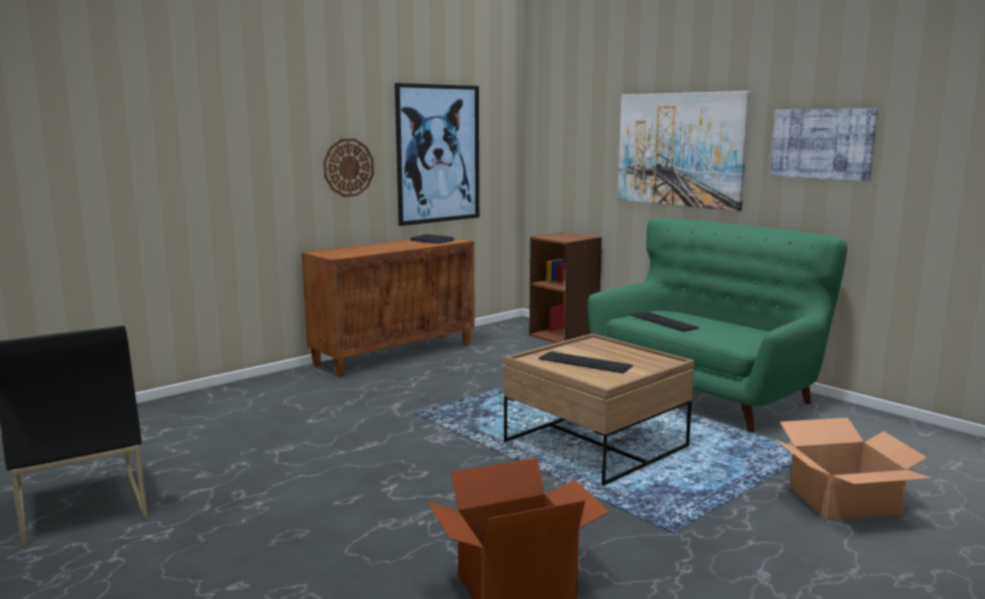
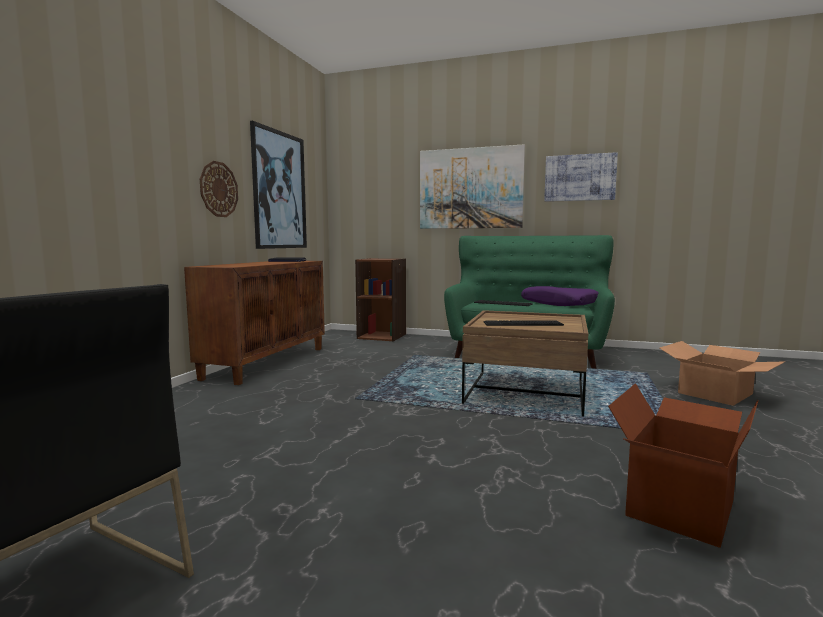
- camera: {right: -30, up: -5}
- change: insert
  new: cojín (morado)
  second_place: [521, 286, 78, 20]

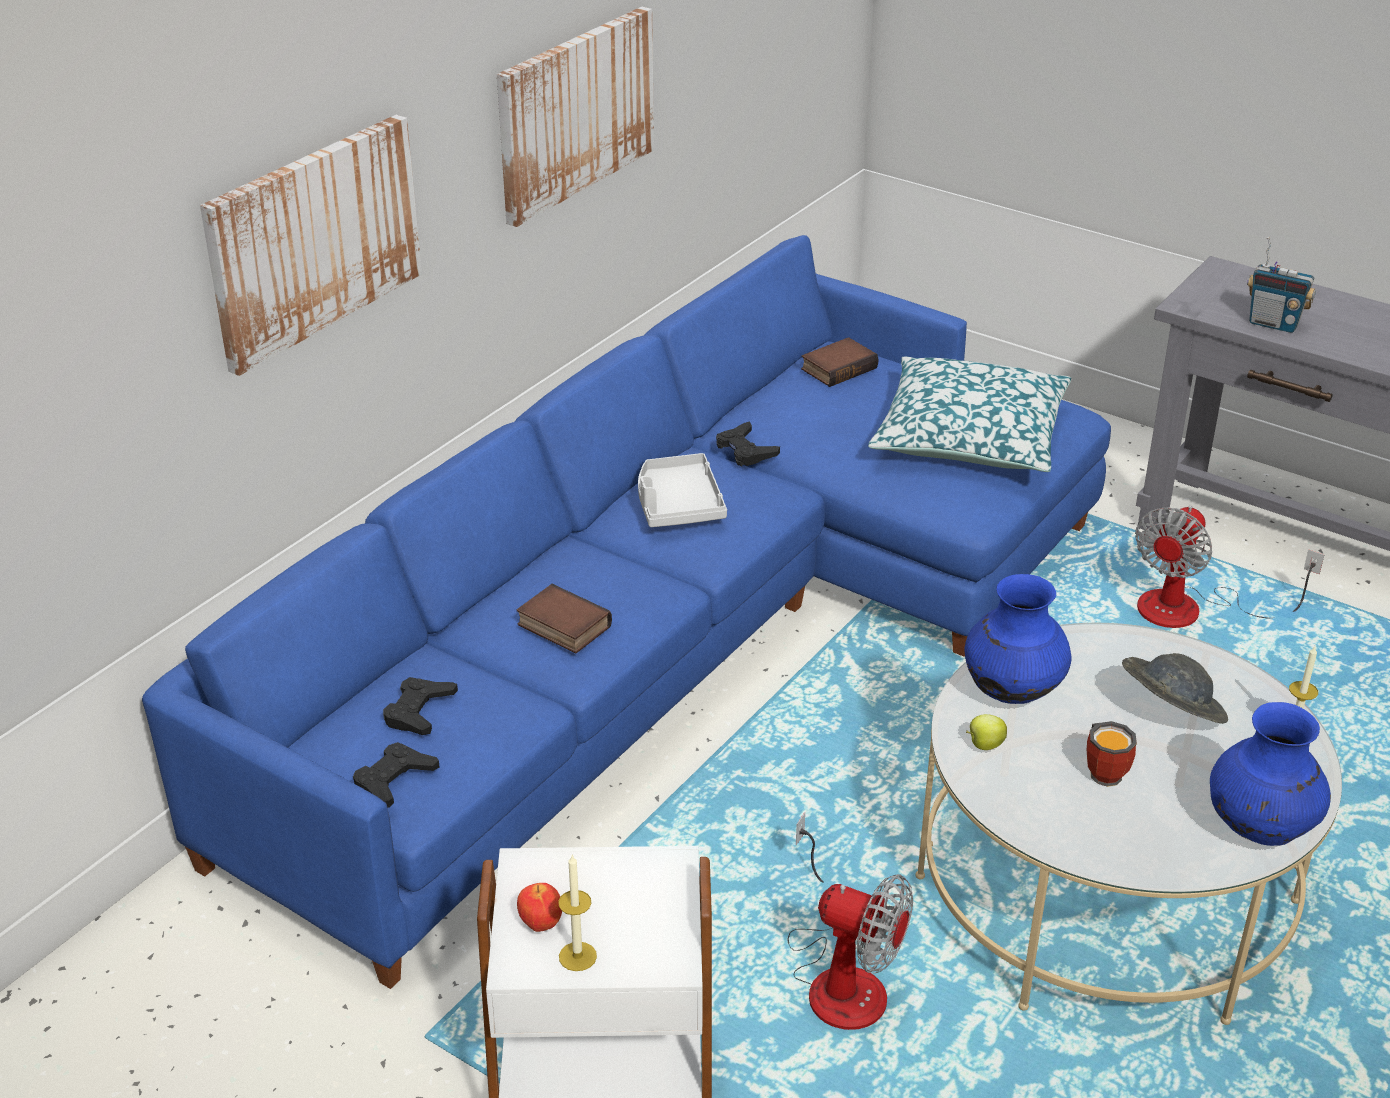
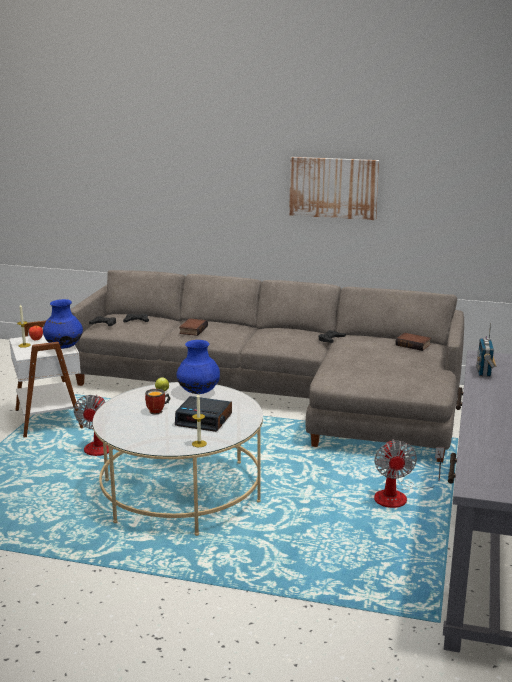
- camera: {right: 70, up: -15}
- change: delete
  old: cuadro
  first_place: [200, 115, 222, 261]
- change: delete
  old: bandeja (gris)
  first_place: [638, 453, 89, 74]
- change: delete
  old: cojín
  first_place: [868, 356, 203, 116]
- change: move
  old: florero (azul)
  first_place: [1210, 702, 121, 144]
  second_place: [43, 299, 40, 50]
- change: replace
  old: sombrero (gris)
  new: despertador
  first_place: [1122, 653, 106, 71]
  second_place: [175, 396, 57, 36]
- change: recolor
  old: sofá (azul)
  new: sofá (gris)
  first_place: [142, 235, 969, 754]
  second_place: [70, 270, 394, 192]
- change: rotate
  old: ventilador
  first_place: [1135, 505, 189, 123]
  second_place: [374, 439, 70, 69]
  degrees: -105

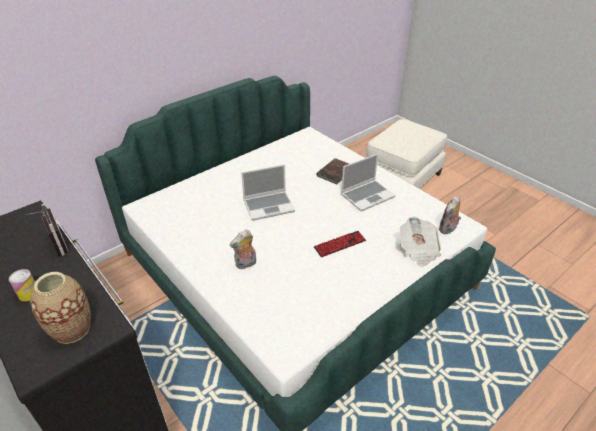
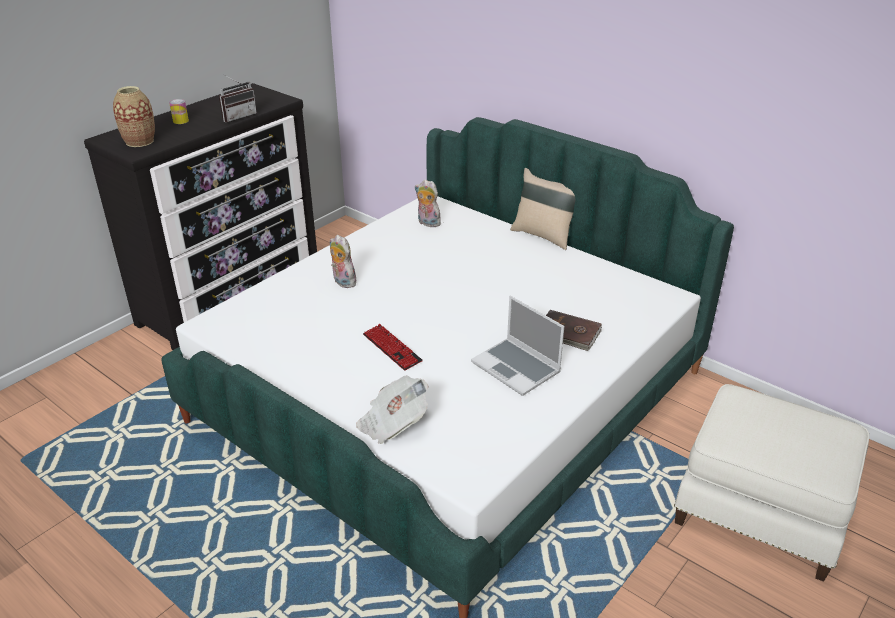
- camera: {right: 80, up: -5}
- change: delete
  old: portátil
  first_place: [241, 164, 54, 57]
- change: insert
  new: cojín (beis)
  second_place: [510, 168, 66, 82]
- change: move
  old: peluche
  first_place: [438, 196, 23, 38]
  second_place: [415, 180, 26, 47]

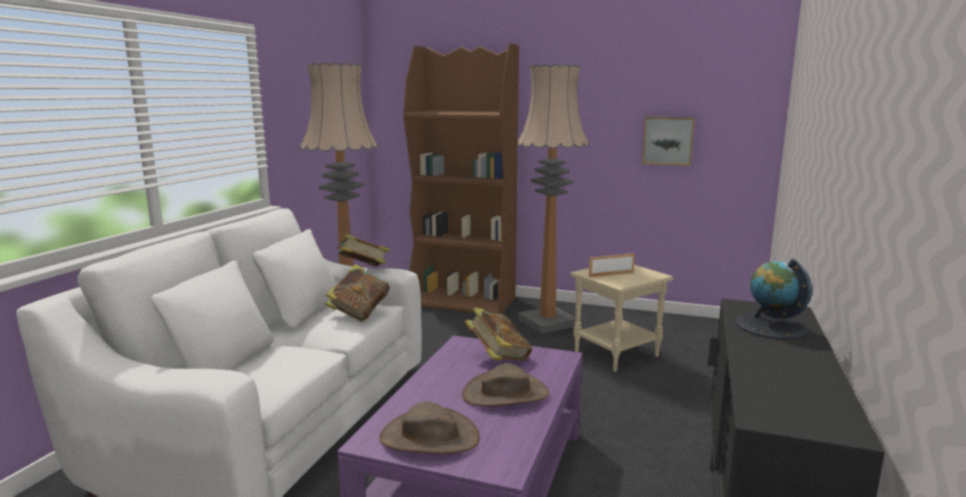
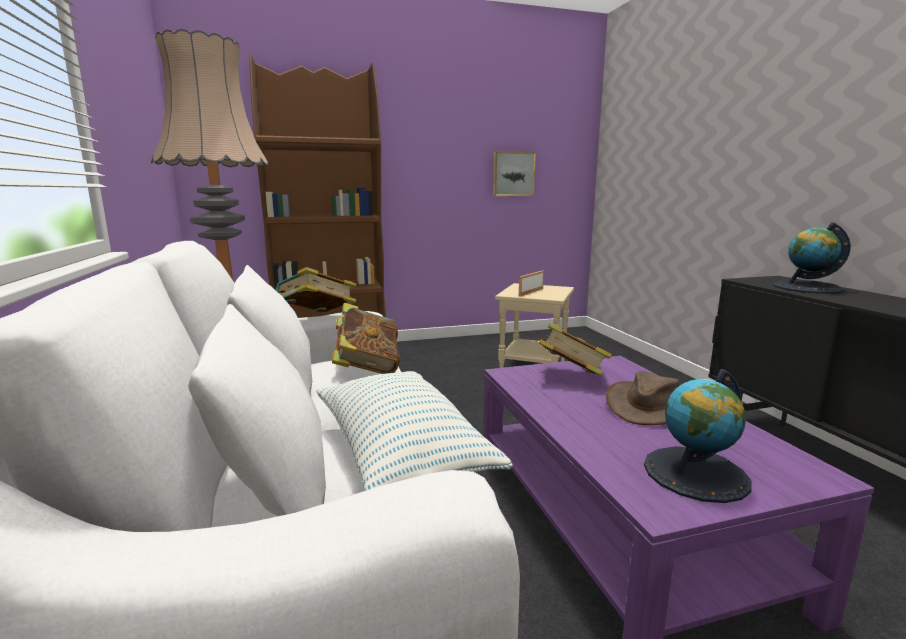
- camera: {right: -35, up: 0}
- change: delete
  old: lámpara de pie
  first_place: [516, 64, 73, 270]
- change: insert
  new: cojín
  second_place: [316, 371, 197, 120]
- change: replace
  old: sombrero (marrón)
  new: globo terráqueo
  first_place: [379, 401, 101, 53]
  second_place: [644, 369, 107, 134]

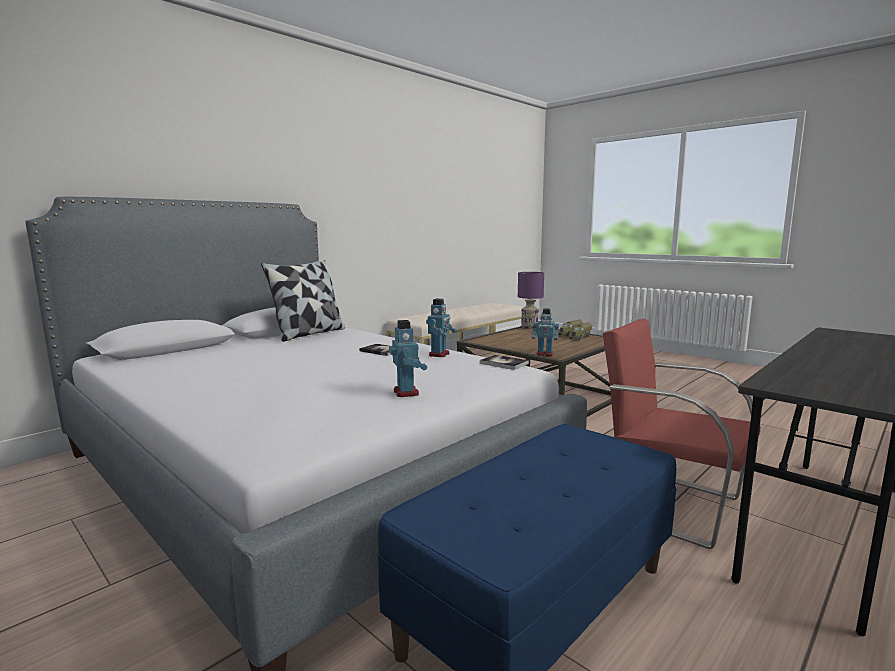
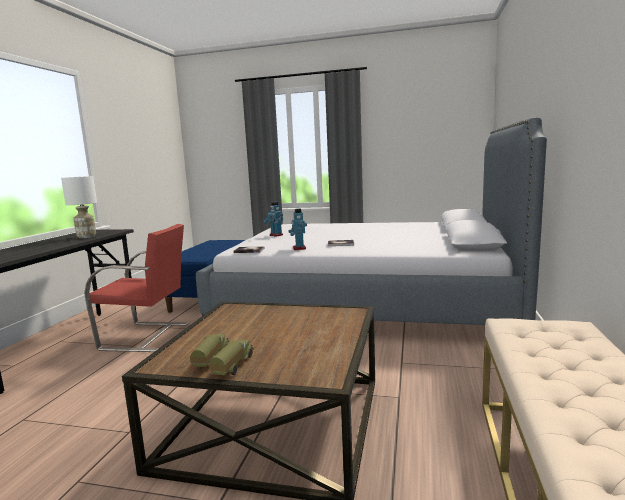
- camera: {right: 150, up: 0}
- change: delete
  old: cojín
  first_place: [261, 260, 84, 82]
- change: delete
  old: lámpara de mesa (morado)
  first_place: [518, 272, 26, 57]
- change: delete
  old: robot de juguete
  first_place: [532, 308, 27, 48]
- change: insert
  new: lámpara de mesa (blanco)
  second_place: [61, 176, 36, 62]

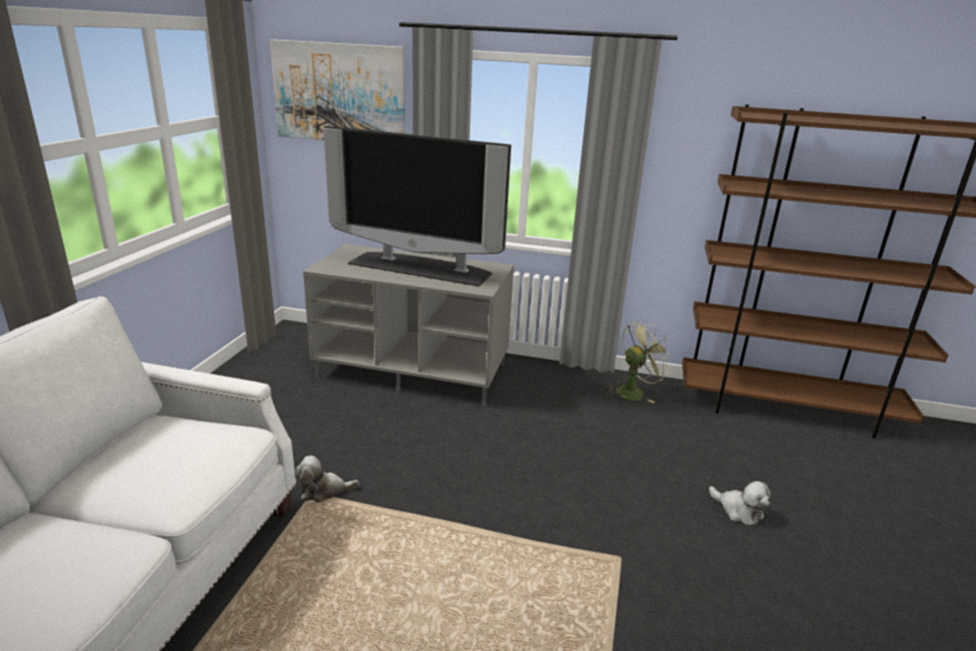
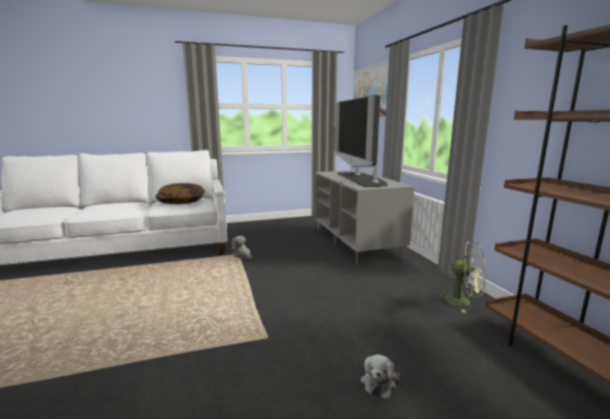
- camera: {right: 60, up: -10}
- change: insert
  new: cojín
  second_place: [155, 183, 50, 21]

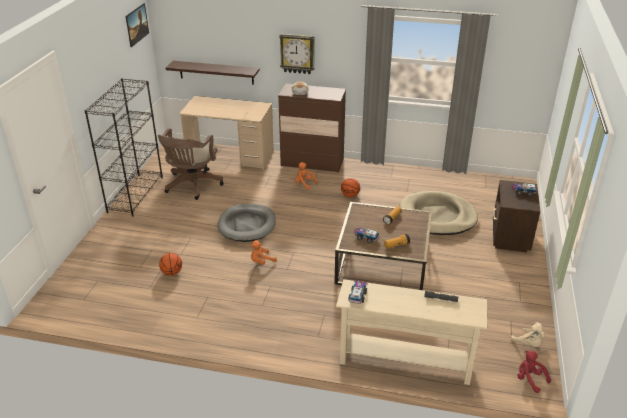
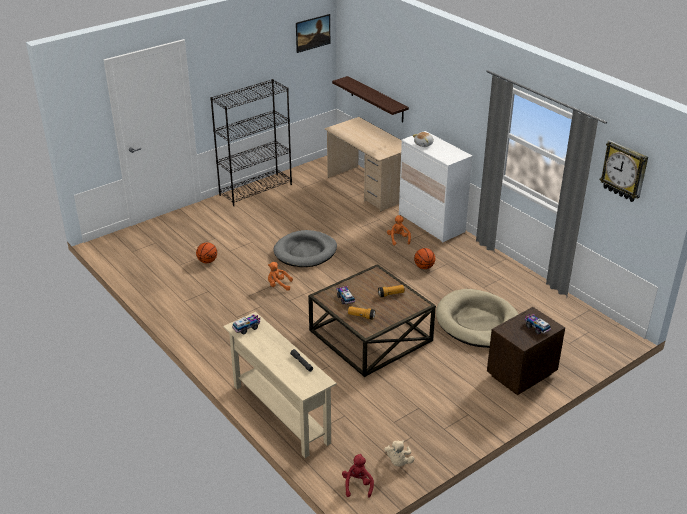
- camera: {right: 40, up: 0}
- change: delete
  old: silla de oficina (marrón)
  first_place: [158, 128, 66, 72]
- change: move
  old: reloj de pared
  first_place: [279, 33, 36, 41]
  second_place: [600, 140, 48, 62]
- change: recolor
  old: cómoda (marrón)
  new: cómoda (blanco)
  first_place: [278, 84, 68, 89]
  second_place: [399, 131, 74, 112]

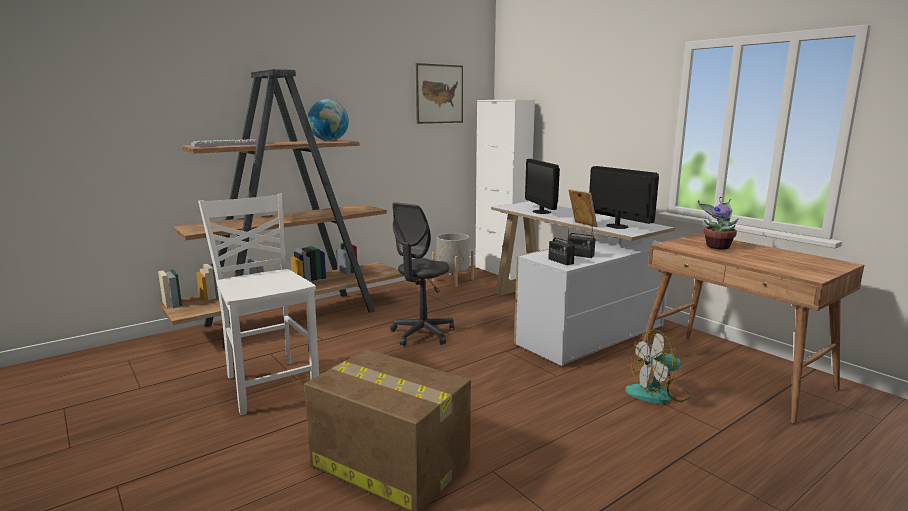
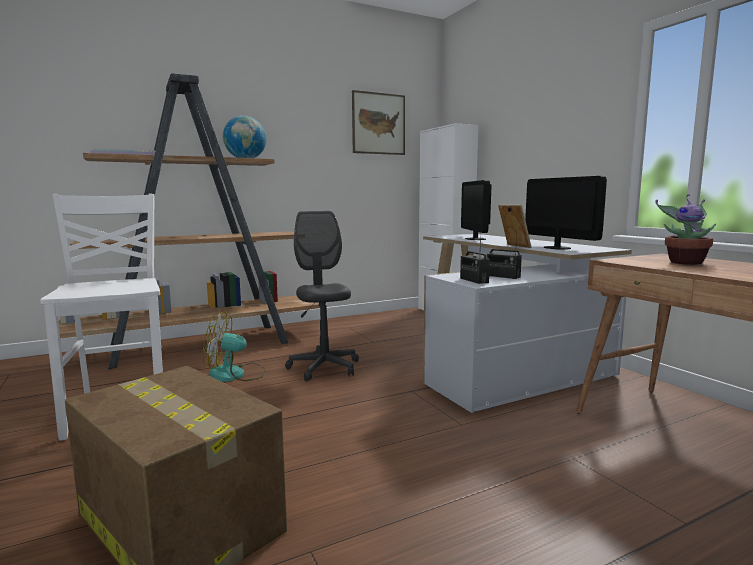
- camera: {right: 10, up: -5}
- change: delete
  old: maceta (gris)
  first_place: [432, 233, 42, 54]
- change: move
  old: ventilador
  first_place: [625, 329, 66, 75]
  second_place: [203, 311, 63, 71]
- change: rotate
  old: silla de oficina (gris)
  first_place: [390, 202, 64, 144]
  second_place: [285, 211, 74, 171]
  degrees: 120

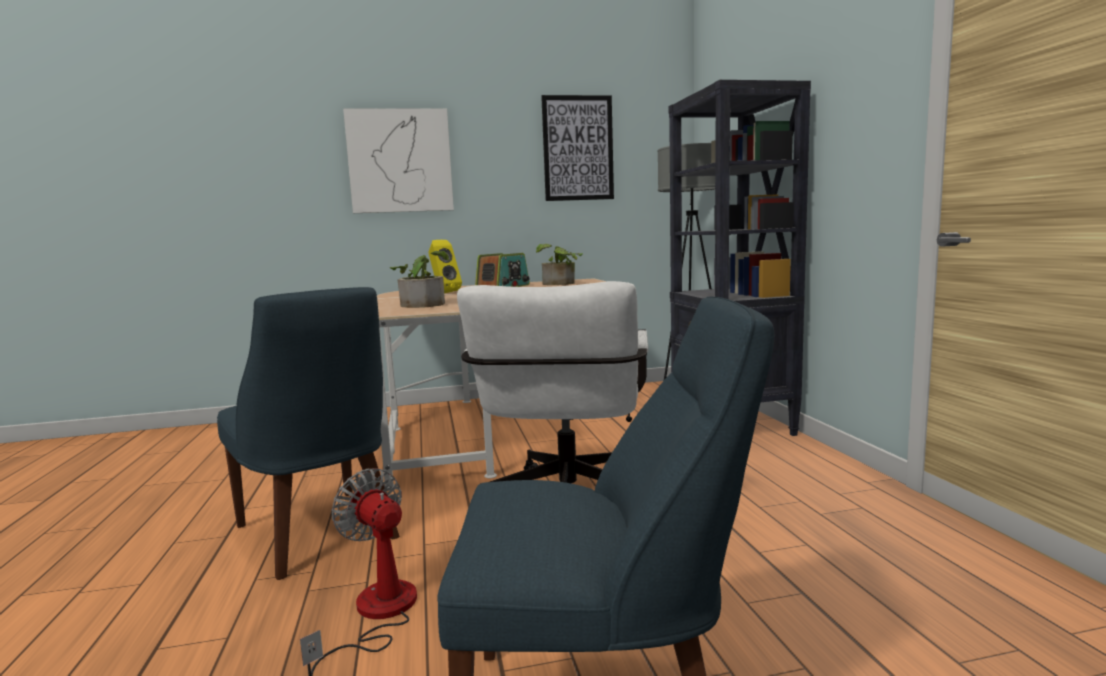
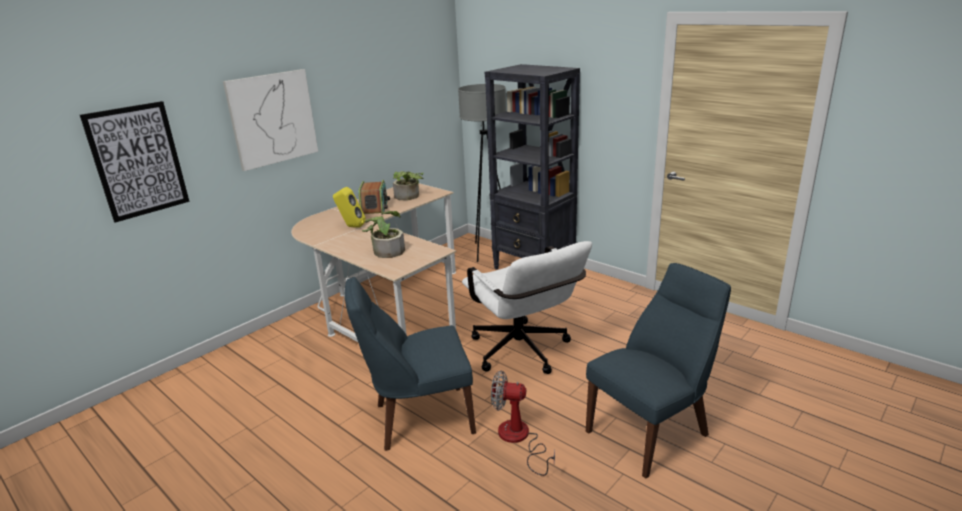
- camera: {right: -35, up: 15}
- change: move
  old: cuadro
  first_place: [541, 95, 73, 106]
  second_place: [80, 101, 109, 122]
- change: rotate
  old: silla (azul)
  first_place: [217, 287, 183, 293]
  second_place: [345, 277, 131, 174]
  degrees: 150

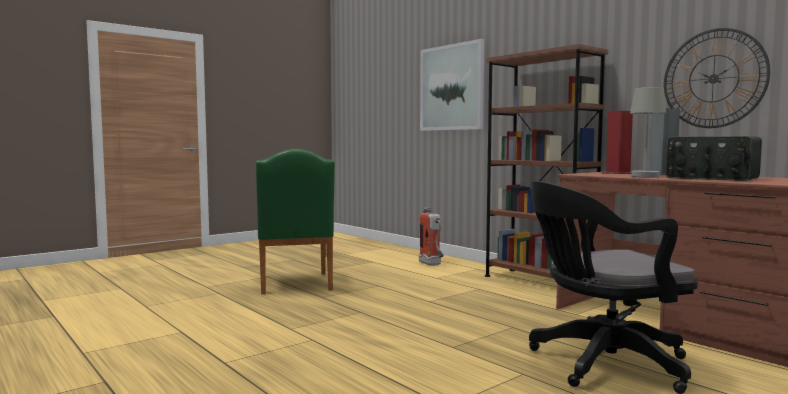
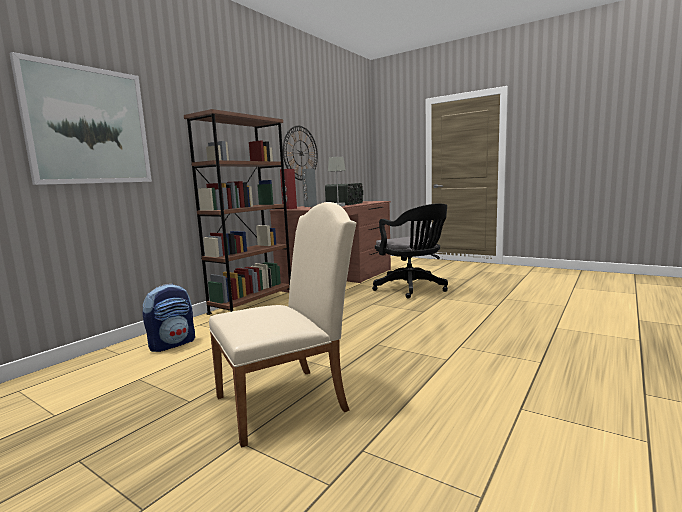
- camera: {right: -105, up: 5}
- change: replace
  old: extintor
  new: mochila
  first_place: [419, 207, 25, 59]
  second_place: [143, 284, 52, 68]
- change: recolor
  old: silla (verde)
  new: silla (beis)
  first_place: [256, 149, 79, 146]
  second_place: [209, 202, 147, 246]

